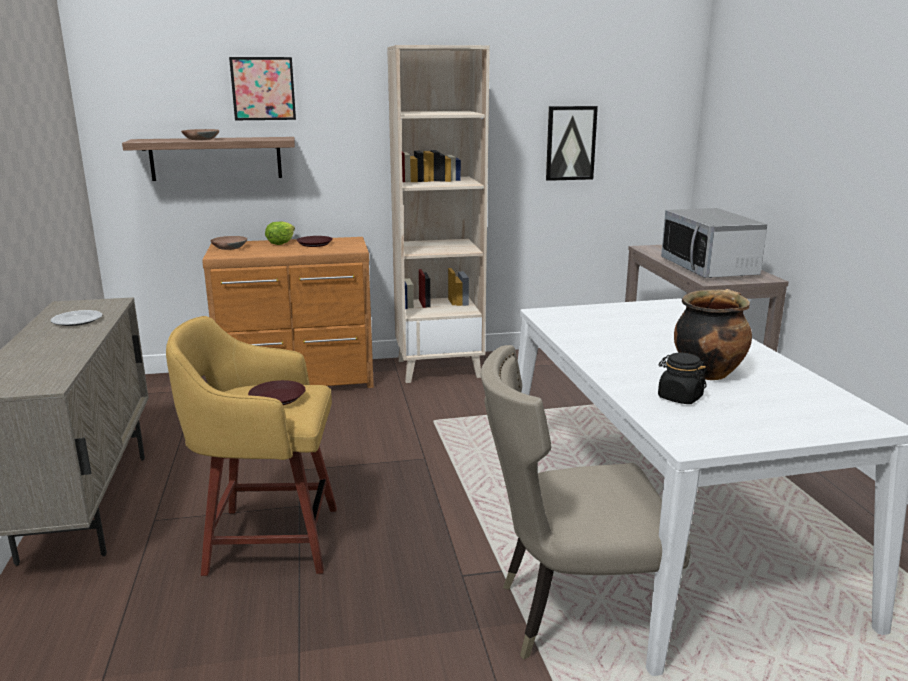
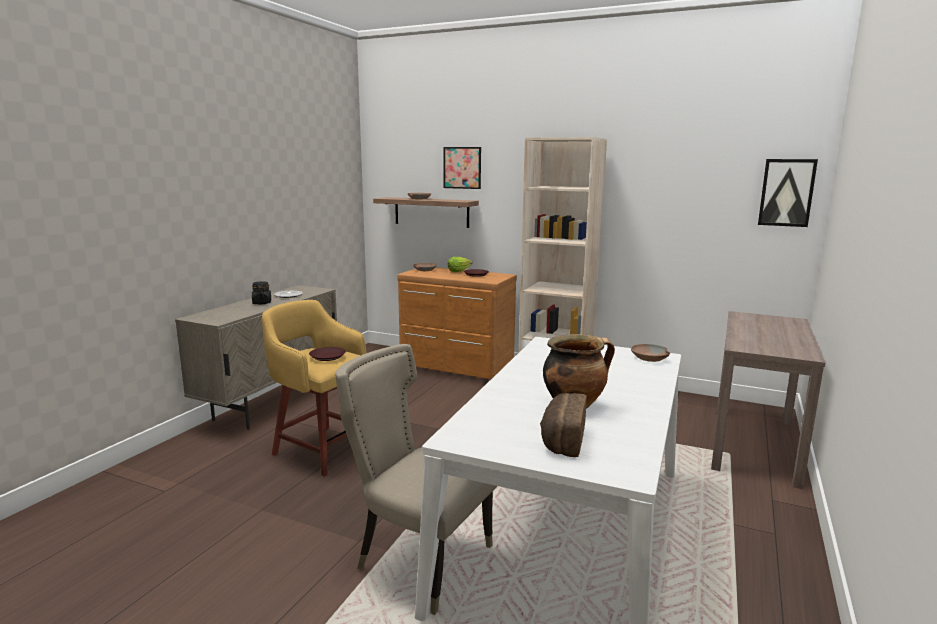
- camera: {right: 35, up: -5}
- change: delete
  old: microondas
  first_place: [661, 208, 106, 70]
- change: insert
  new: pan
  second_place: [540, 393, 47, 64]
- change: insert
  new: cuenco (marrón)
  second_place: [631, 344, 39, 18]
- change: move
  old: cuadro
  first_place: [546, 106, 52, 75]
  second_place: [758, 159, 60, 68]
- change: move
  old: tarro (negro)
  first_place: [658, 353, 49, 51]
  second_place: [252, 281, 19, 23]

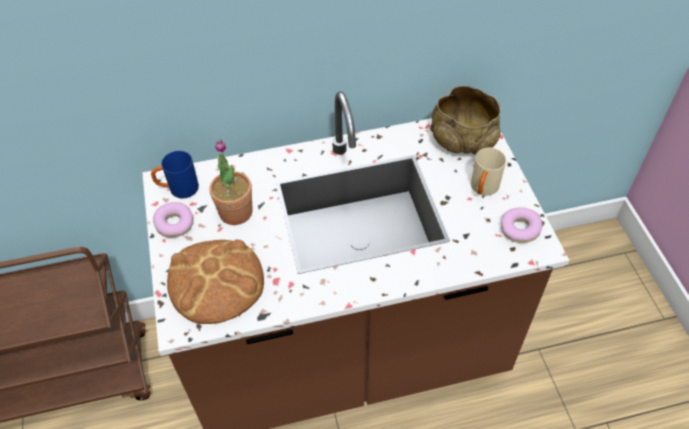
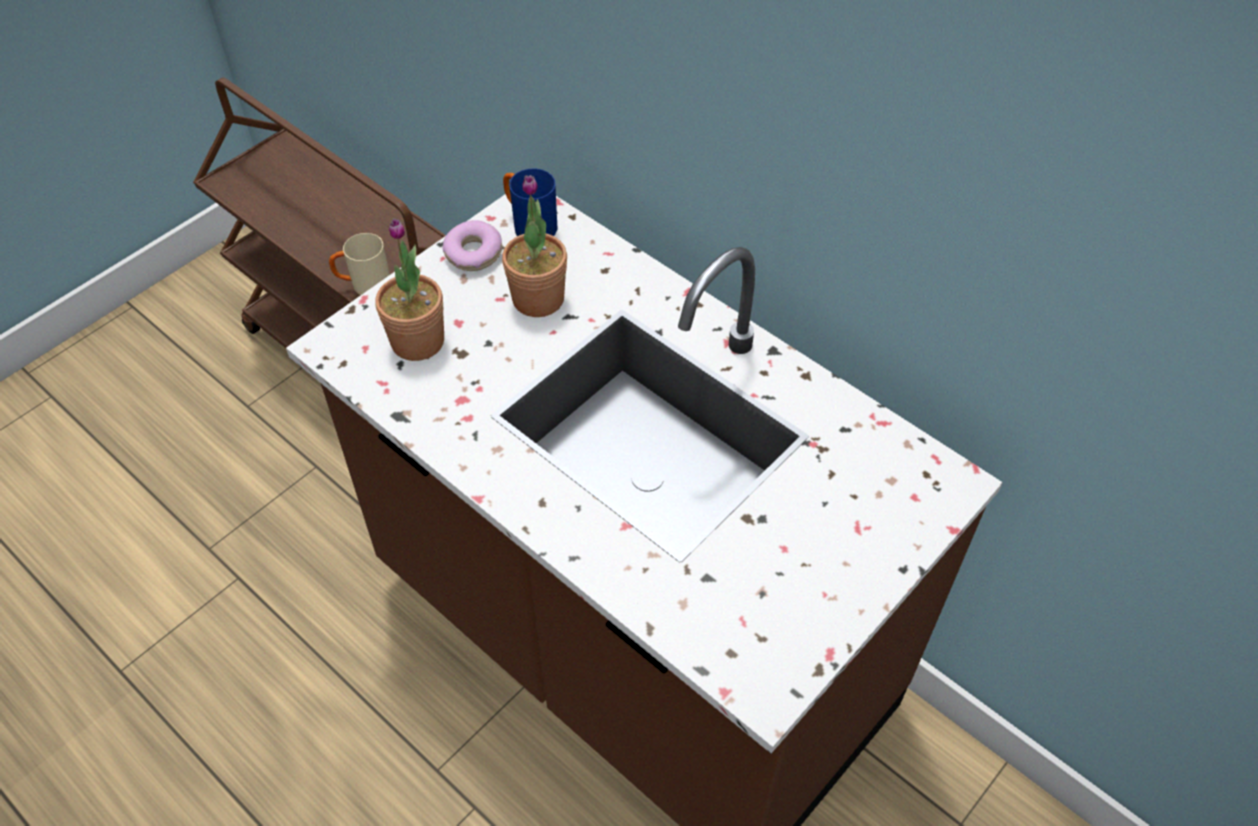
- camera: {right: 55, up: 0}
- change: delete
  old: cuenco (beis)
  first_place: [430, 86, 71, 69]
- change: delete
  old: rosquilla
  first_place: [501, 207, 42, 36]
- change: move
  old: taza grande (beis)
  first_place: [471, 147, 35, 49]
  second_place: [329, 233, 61, 62]
- change: replace
  old: pan
  new: planta en maceta
  first_place: [167, 239, 97, 85]
  second_place: [375, 218, 69, 143]

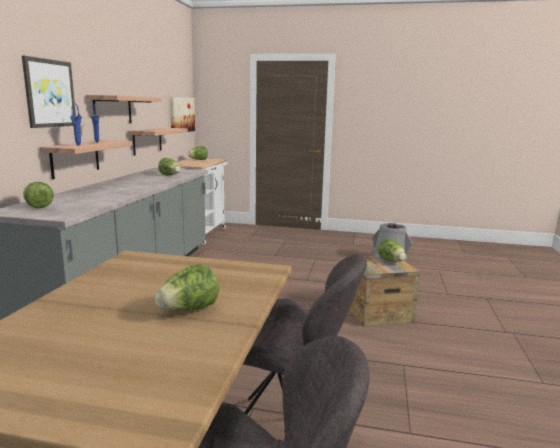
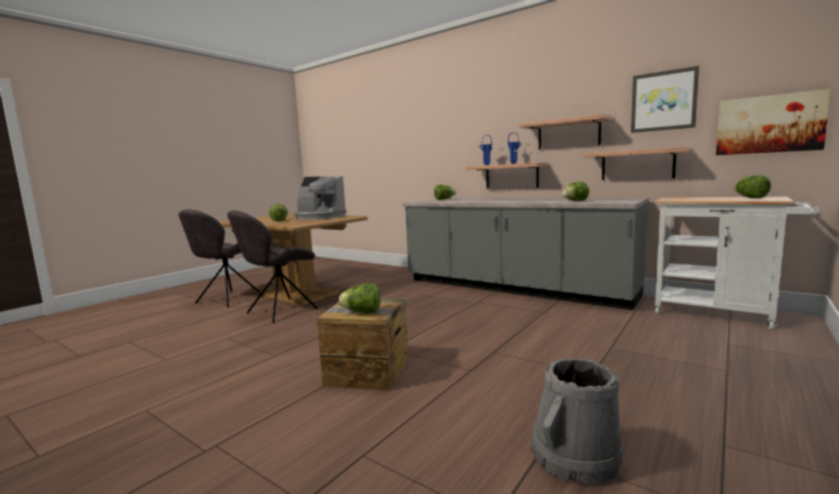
- camera: {right: 115, up: -5}
- change: insert
  new: cafetera
  second_place: [294, 176, 53, 44]
- change: move
  old: cuadro
  first_place: [22, 56, 54, 72]
  second_place: [631, 66, 68, 67]

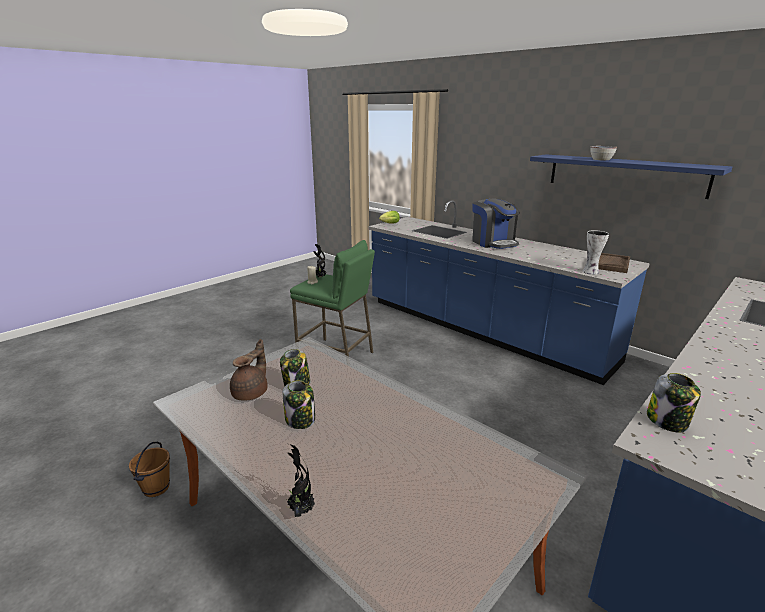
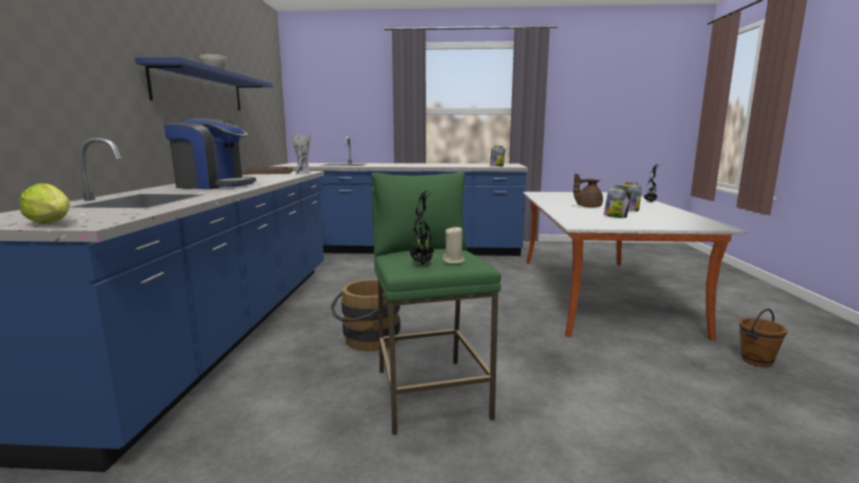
- camera: {right: -130, up: -10}
- change: insert
  new: cubo (marrón)
  second_place: [331, 279, 69, 72]
- change: move
  old: tetera (marrón)
  first_place: [230, 339, 38, 62]
  second_place: [573, 173, 30, 35]
- change: rotate
  old: cafetera
  first_place: [472, 198, 48, 51]
  second_place: [164, 118, 92, 71]
  degrees: 75

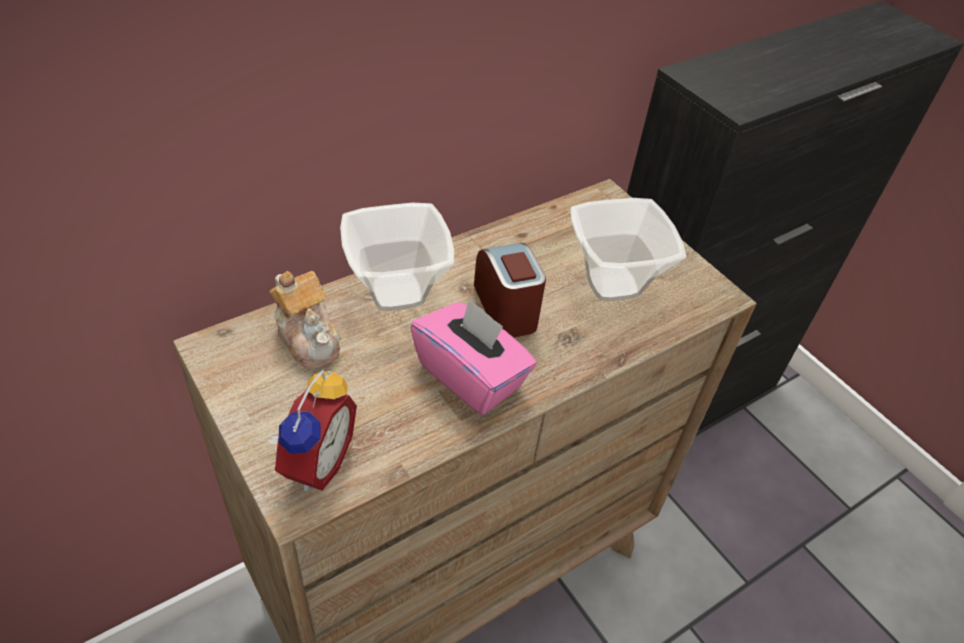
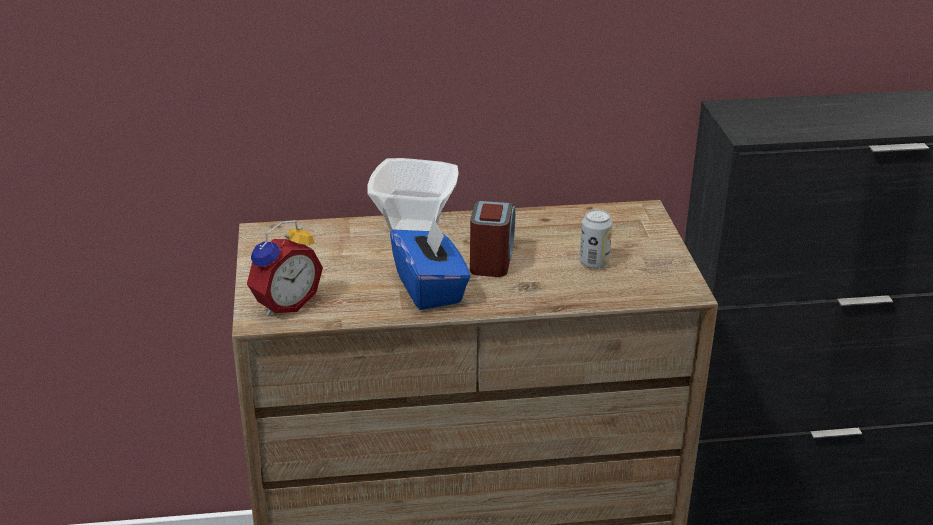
- camera: {right: 30, up: -15}
- change: delete
  old: tetera
  first_place: [269, 271, 72, 98]
- change: replace
  old: cuenco
  new: lata
  first_place: [570, 198, 116, 103]
  second_place: [580, 209, 32, 60]
- change: recolor
  old: caja de pañuelos (rosa)
  new: caja de pañuelos (azul)
  first_place: [410, 298, 127, 117]
  second_place: [390, 217, 81, 93]

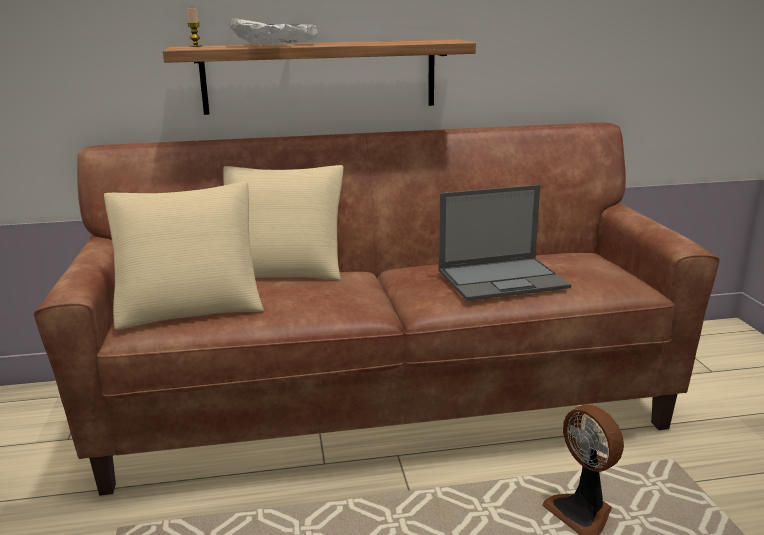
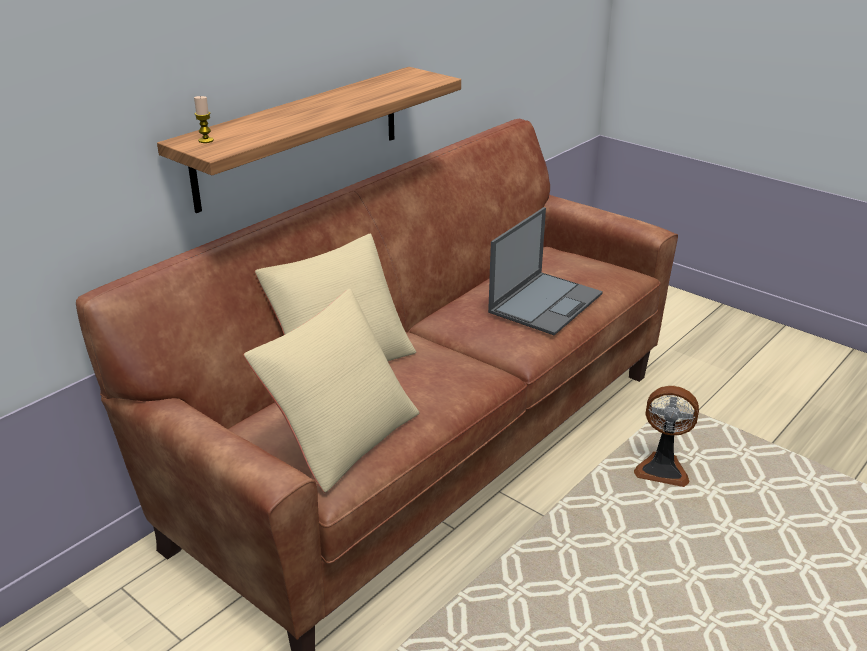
- camera: {right: -40, up: 10}
- change: delete
  old: cuenco (blanco)
  first_place: [229, 18, 89, 27]

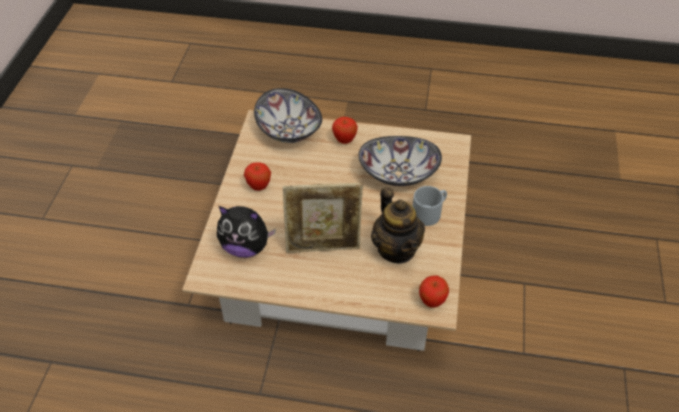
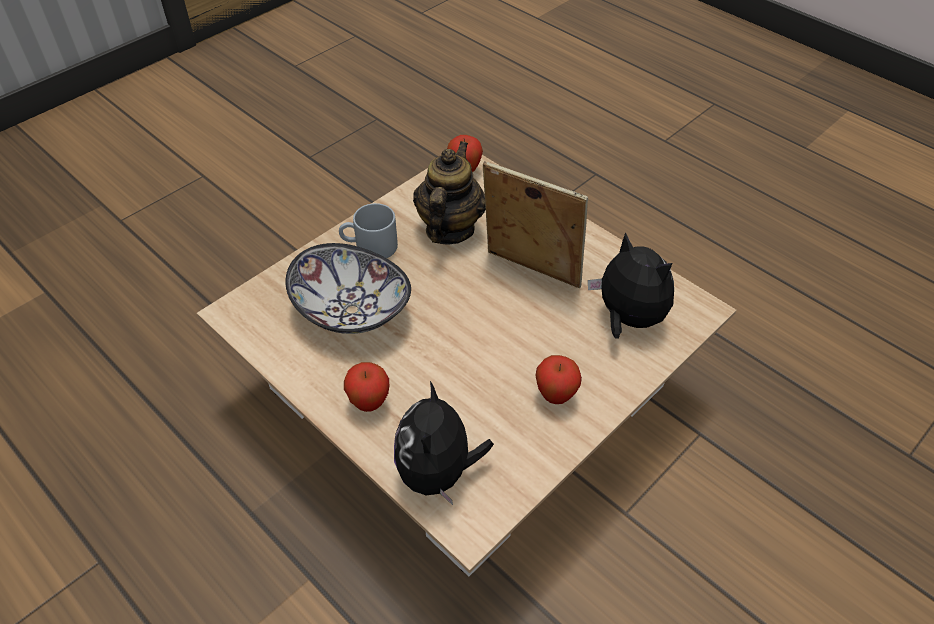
- camera: {right: -145, up: 0}
- change: replace
  old: cuenco
  new: peluche
  first_place: [254, 88, 68, 55]
  second_place: [394, 381, 100, 124]

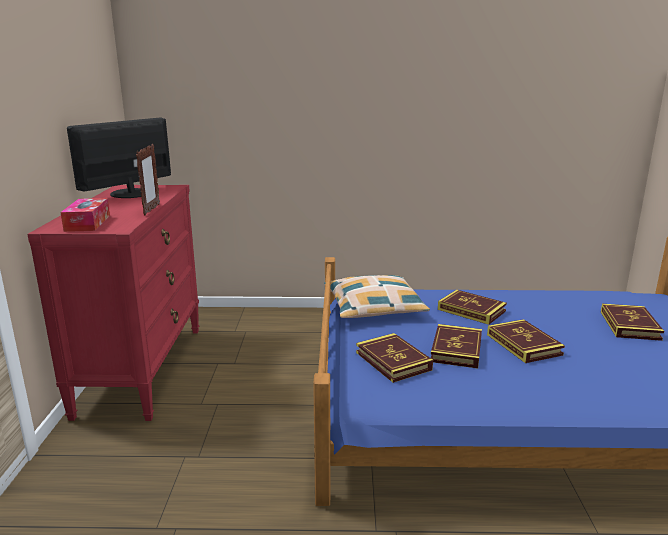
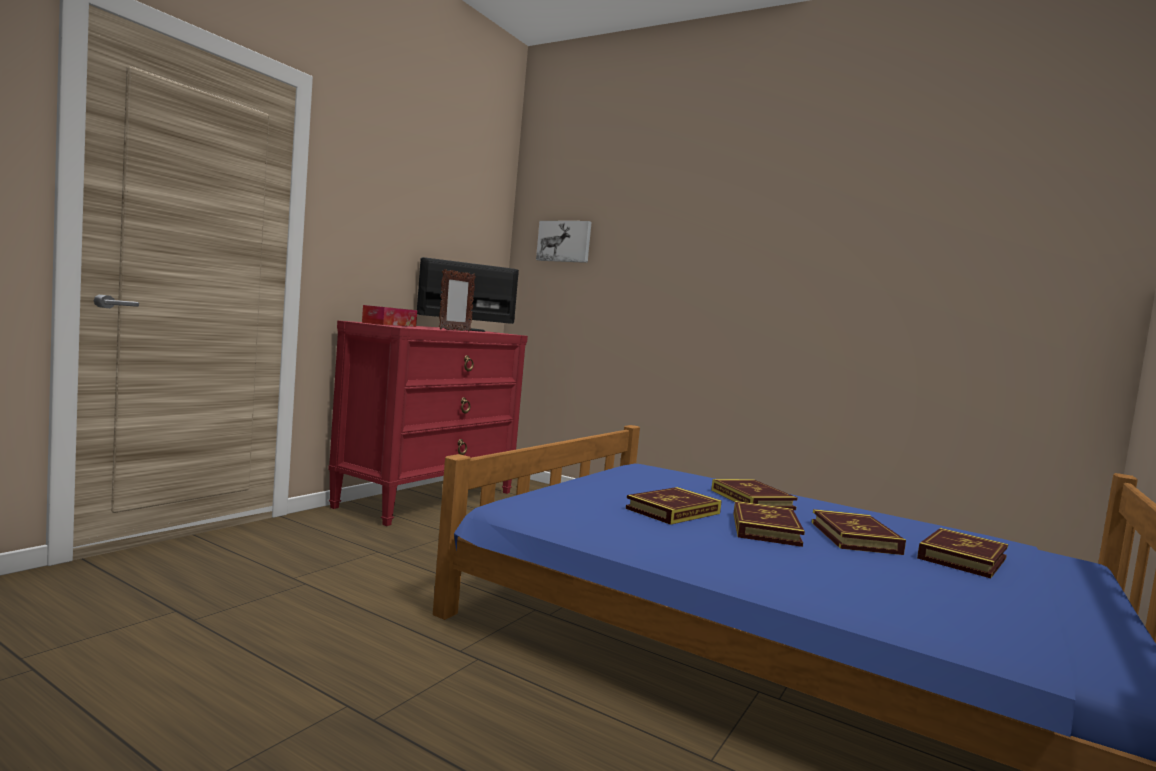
- camera: {right: 30, up: -15}
- change: delete
  old: cojín
  first_place: [324, 275, 106, 43]
- change: insert
  new: cuadro
  second_place: [536, 221, 56, 42]
- change: move
  old: libro
  first_place: [356, 333, 77, 50]
  second_place: [811, 509, 95, 46]

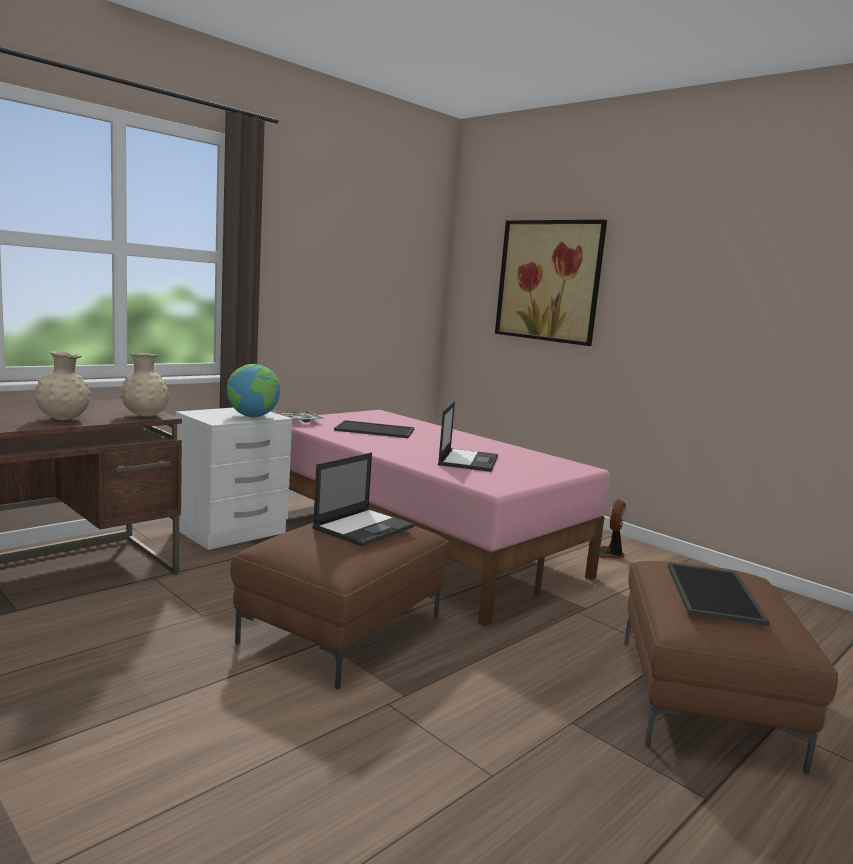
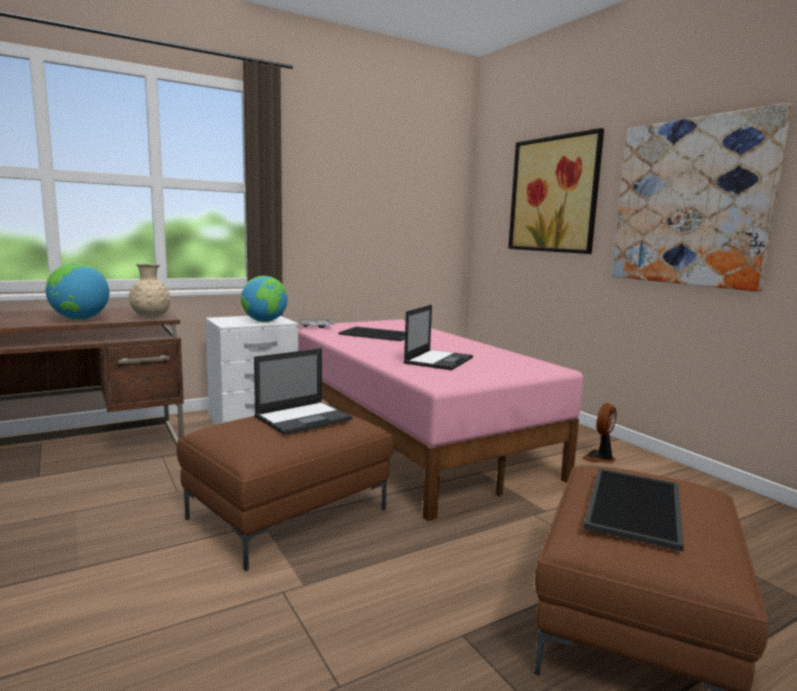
- camera: {right: 15, up: 0}
- change: insert
  new: cuadro
  second_place: [612, 103, 180, 188]
- change: replace
  old: florero (beis)
  new: globo terráqueo
  first_place: [34, 351, 57, 69]
  second_place: [46, 263, 63, 57]

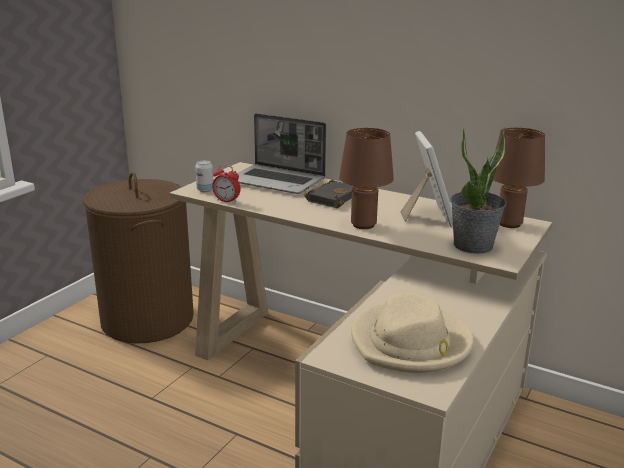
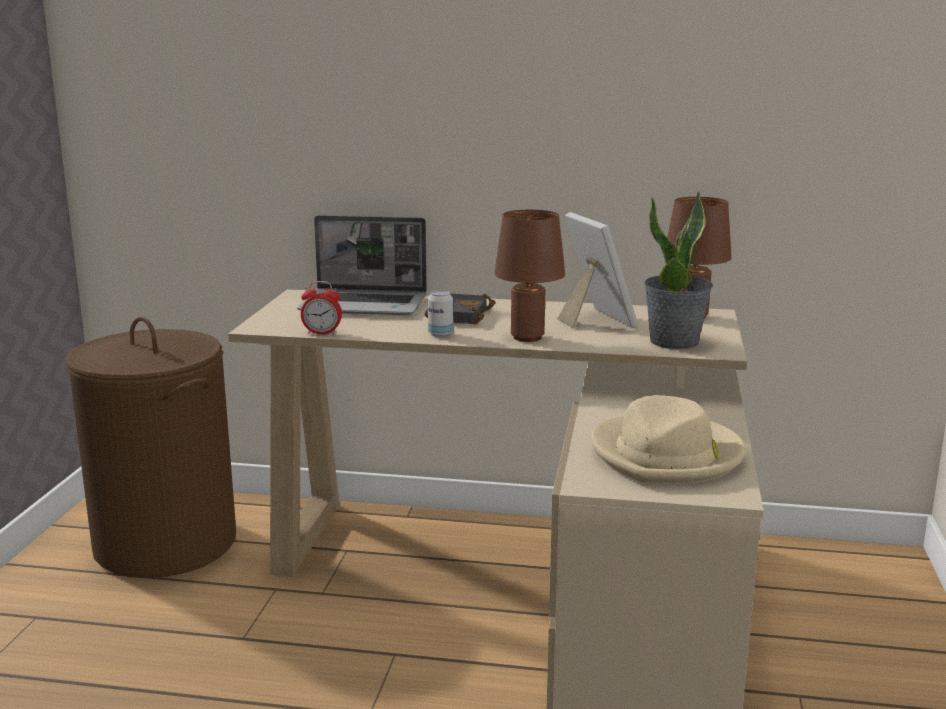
- camera: {right: -20, up: -5}
- change: move
  old: lata
  first_place: [195, 160, 18, 32]
  second_place: [428, 290, 25, 47]

